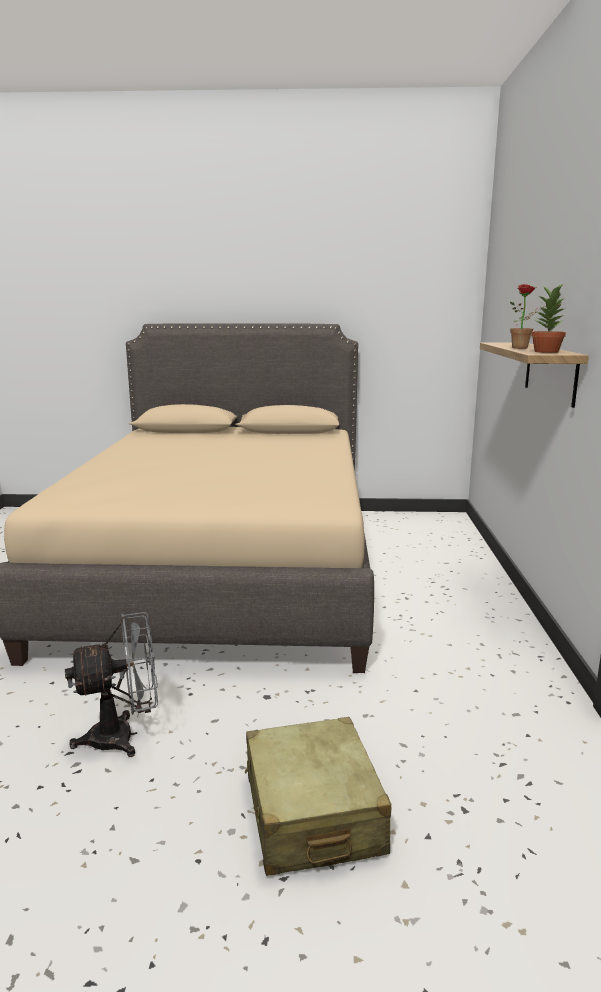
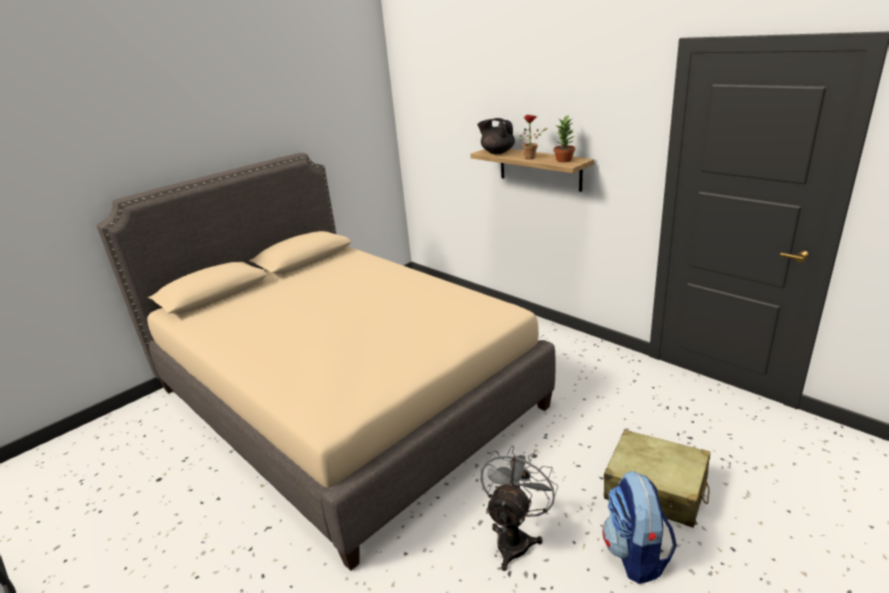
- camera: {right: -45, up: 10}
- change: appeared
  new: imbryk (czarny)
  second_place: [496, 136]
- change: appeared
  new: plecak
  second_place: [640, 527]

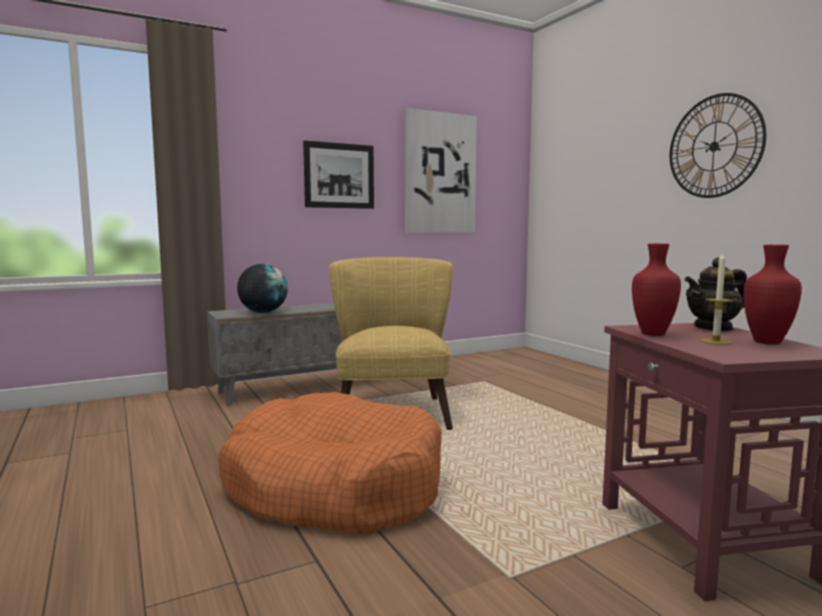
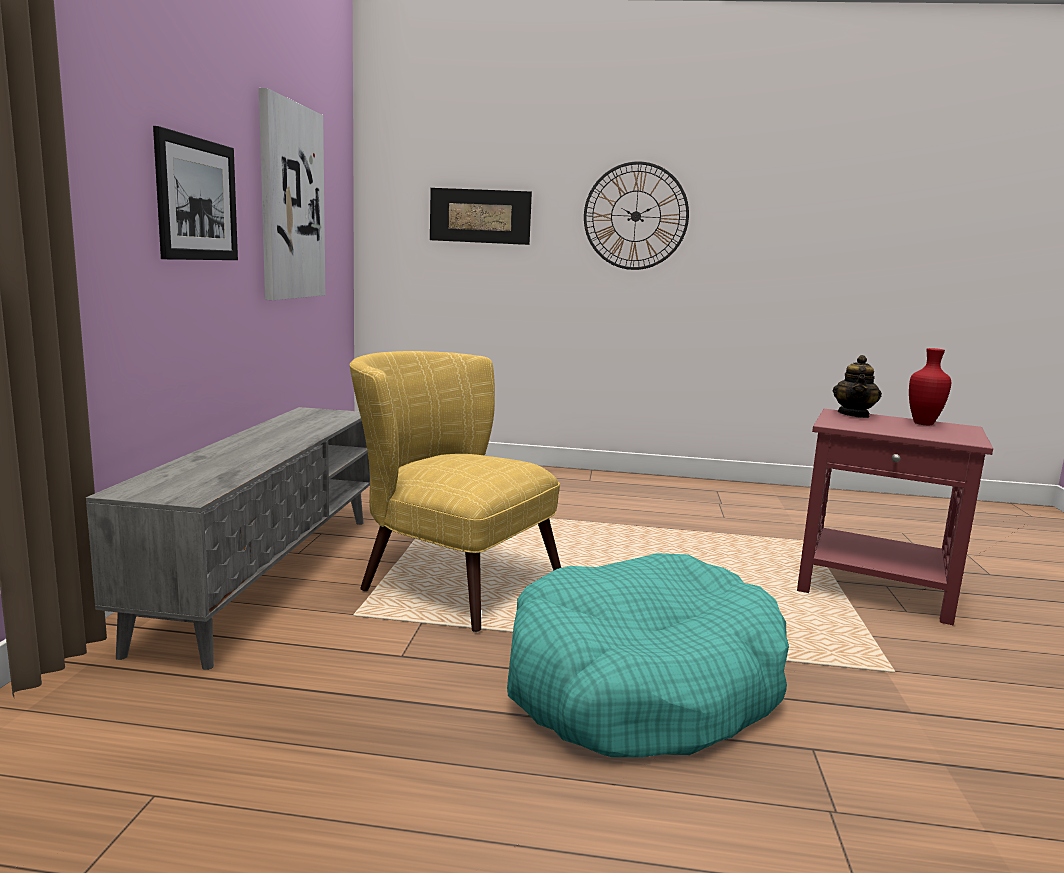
- camera: {right: -55, up: 5}
- change: colour
  old: legowisko (pomarańczowy)
  new: legowisko (turkusowy)
  first_place: [330, 463]
  second_place: [648, 655]
- change: missing
  old: globus
  first_place: [262, 288]
- change: missing
  old: wazon (czerwony)
  first_place: [656, 289]
- change: missing
  old: świeca
  first_place: [717, 299]
- change: appeared
  new: obraz
  second_place: [481, 216]

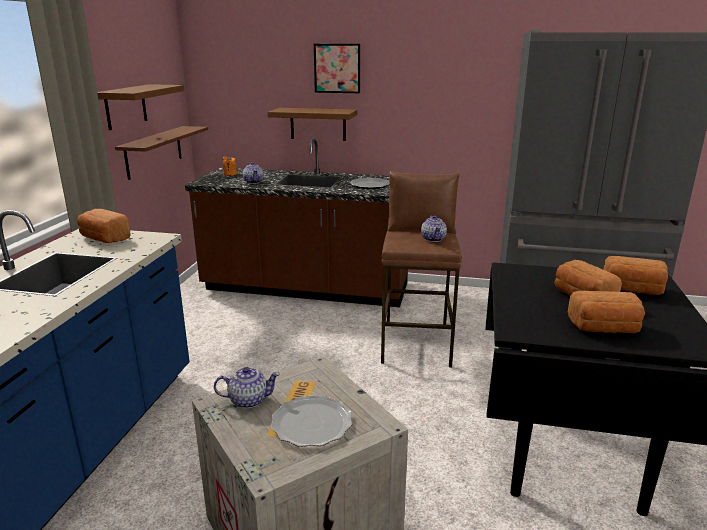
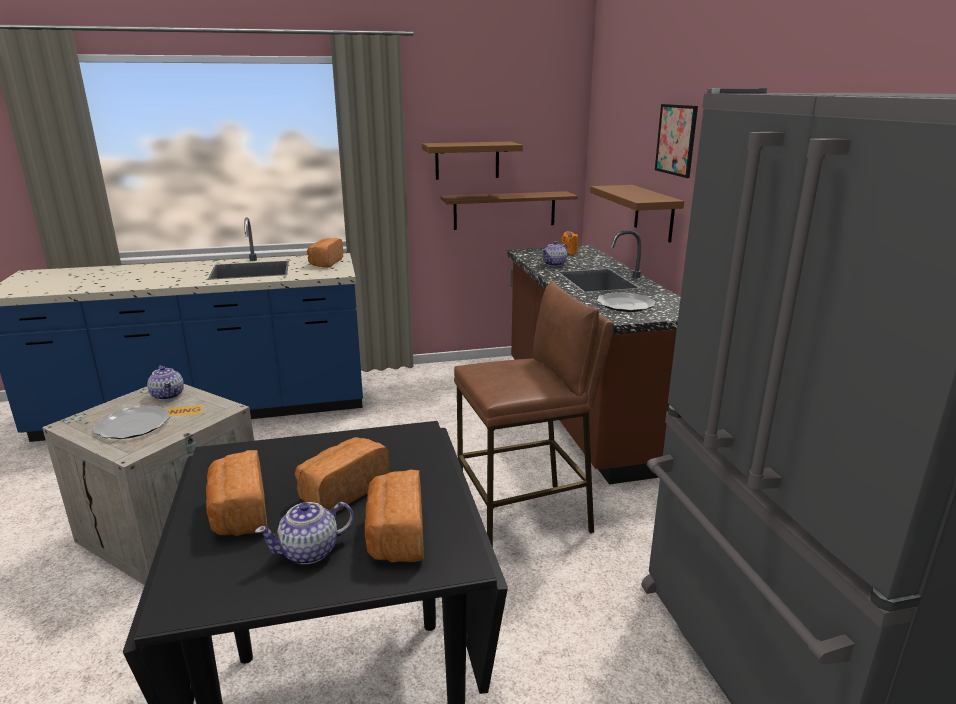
- camera: {right: 65, up: 0}
- change: relocated
  old: imbryk
  first_place: [434, 228]
  second_place: [304, 533]

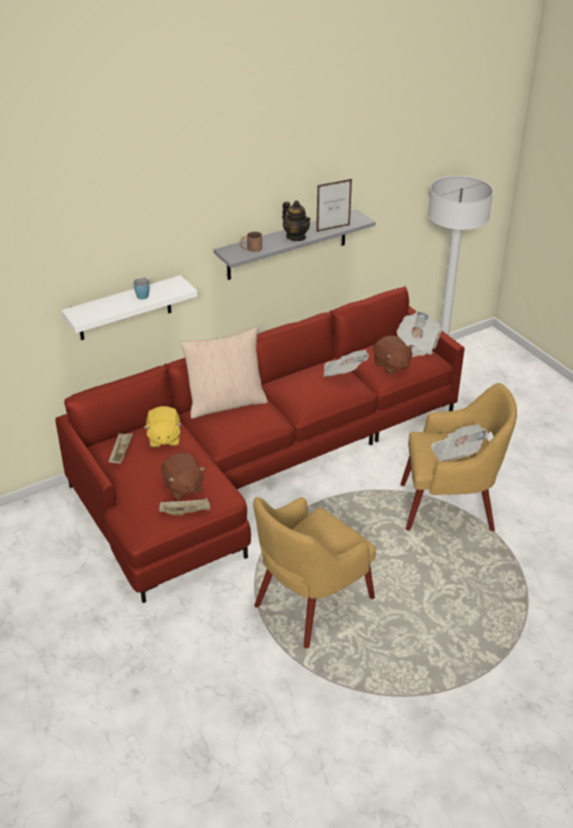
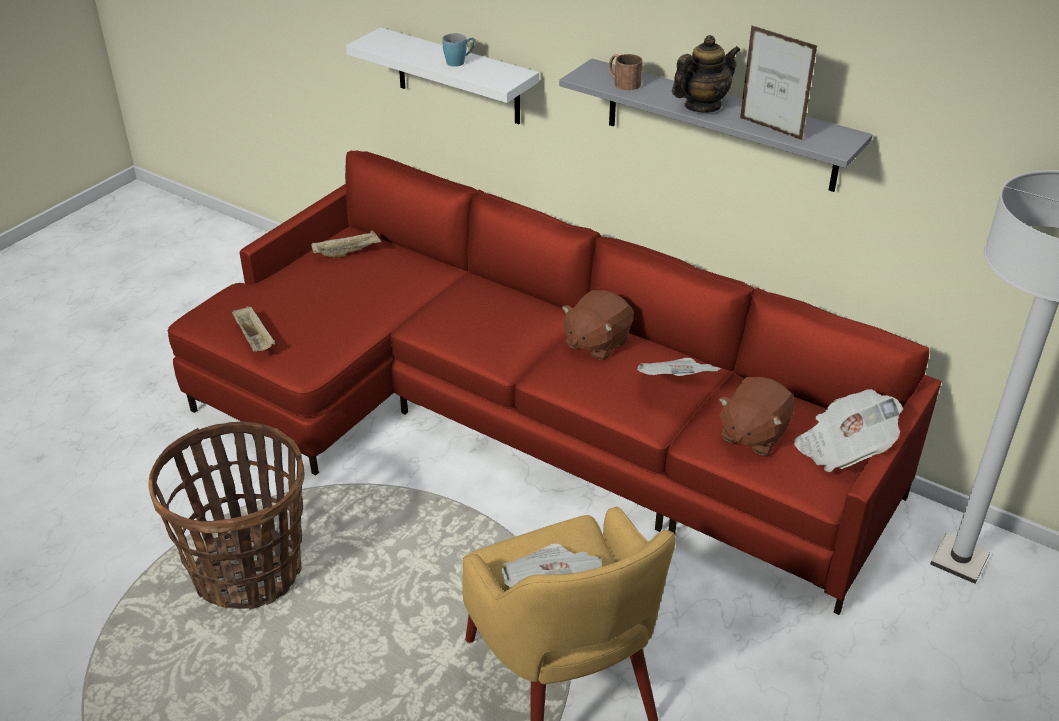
- camera: {right: 65, up: 0}
- change: missing
  old: pluszak (żółty)
  first_place: [163, 427]
- change: relocated
  old: pluszak (brązowy)
  first_place: [183, 476]
  second_place: [598, 325]
- change: missing
  old: poduszka (beżowy)
  first_place: [224, 373]
- change: exchanged
  old: fotel (żółty)
  new: koszyk
  first_place: [314, 573]
  second_place: [227, 516]
- change: spun
  old: imbryk
  first_place: [296, 221]
  second_place: [706, 73]
  degrees: -150

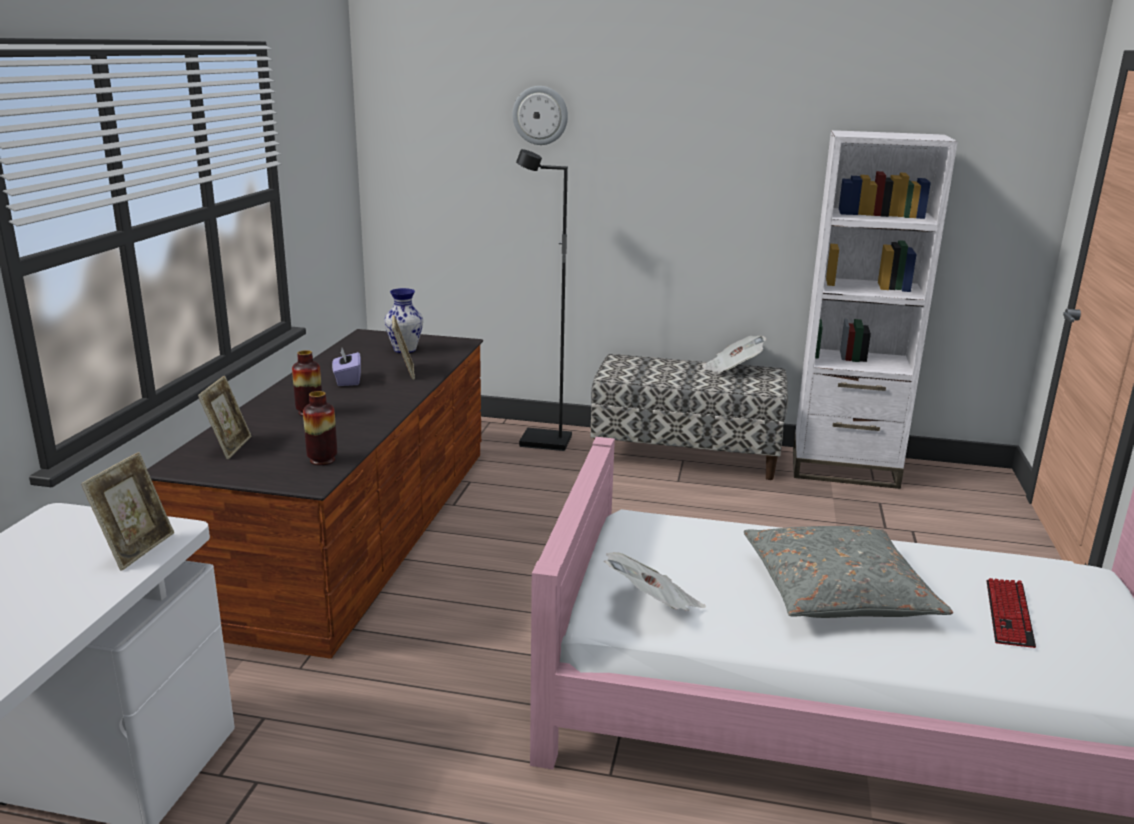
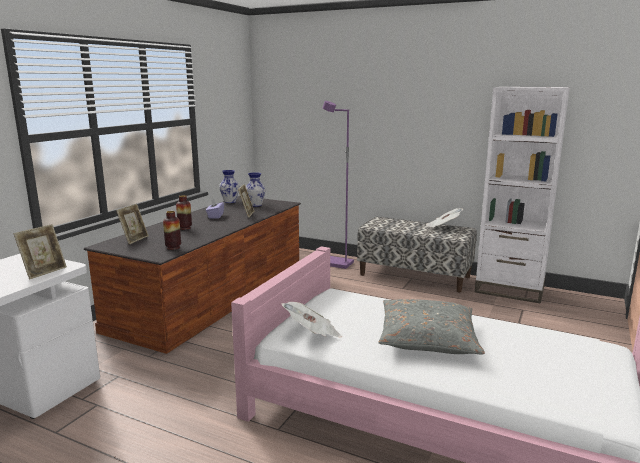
- camera: {right: 15, up: -5}
- change: missing
  old: zegar ścienny
  first_place: [540, 115]
- change: colour
  old: lampa stojąca (czarny)
  new: lampa stojąca (fioletowy)
  first_place: [544, 300]
  second_place: [338, 185]
- change: missing
  old: klawiatura
  first_place: [1011, 613]
- change: appeared
  new: wazon
  second_place: [229, 186]

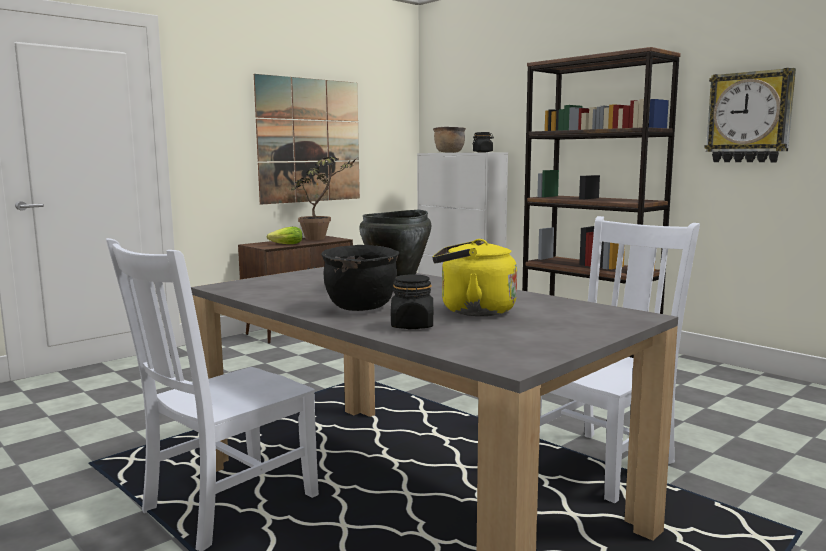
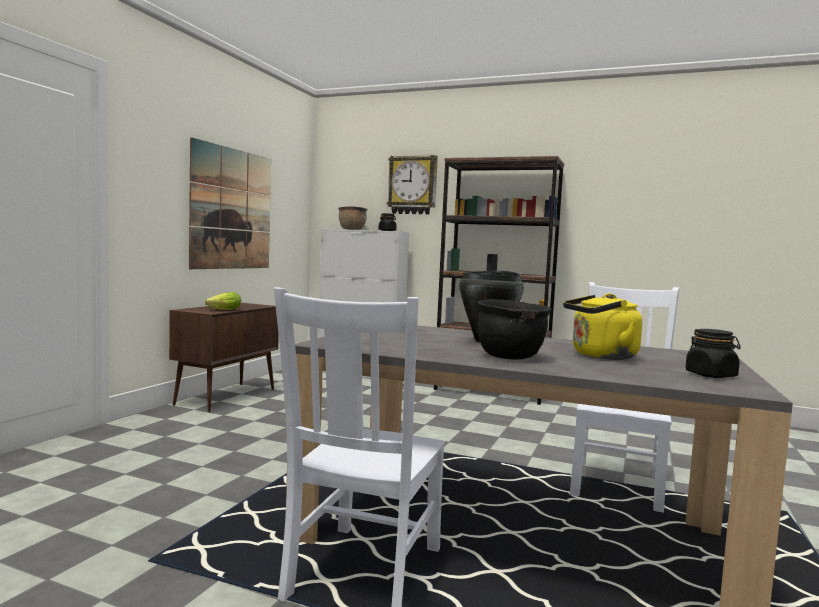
- camera: {right: -25, up: -5}
- change: missing
  old: roślina doniczkowa
  first_place: [324, 198]
- change: relocated
  old: słoik (czarny)
  first_place: [412, 301]
  second_place: [713, 353]
- change: relocated
  old: zegar ścienny
  first_place: [750, 115]
  second_place: [412, 185]

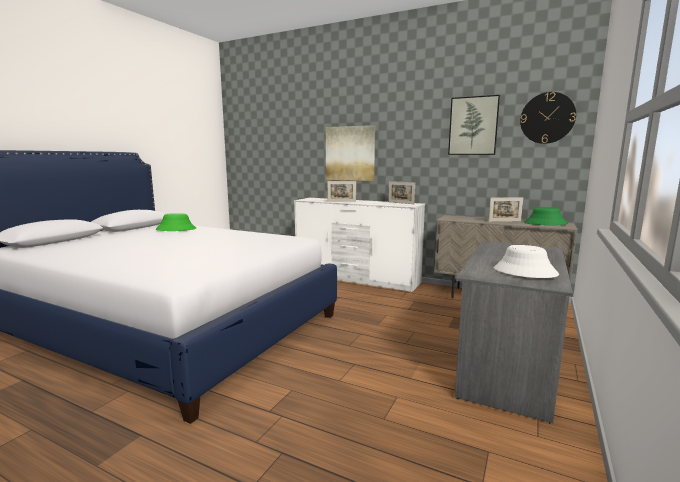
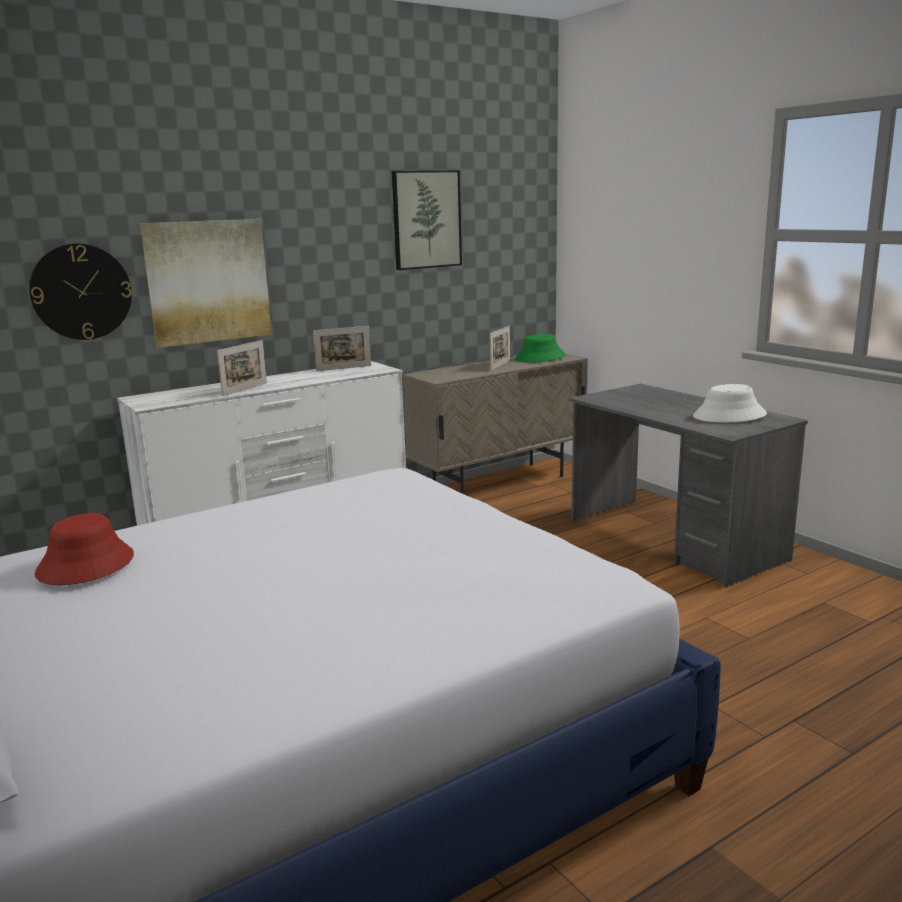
- camera: {right: -60, up: 5}
- change: colour
  old: kapelusz (zielony)
  new: kapelusz (czerwony)
  first_place: [176, 222]
  second_place: [84, 549]
- change: relocated
  old: zegar ścienny
  first_place: [548, 118]
  second_place: [80, 292]

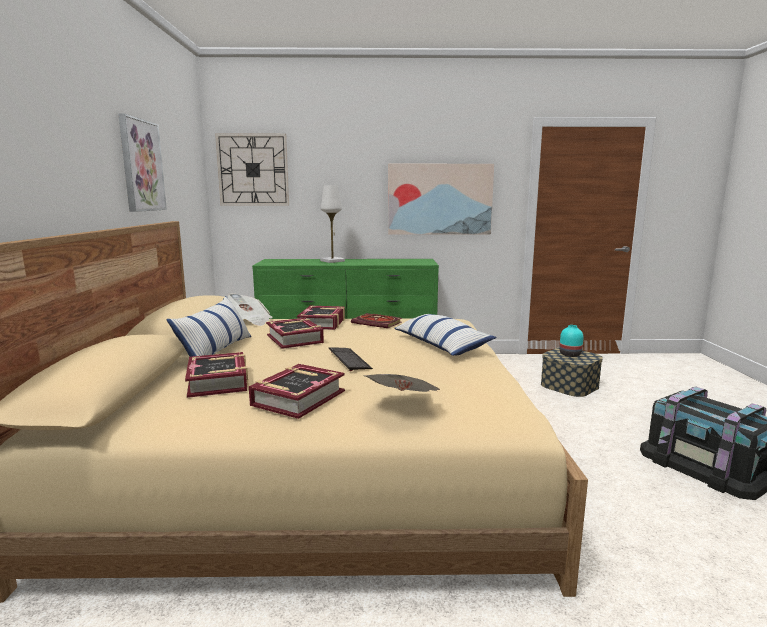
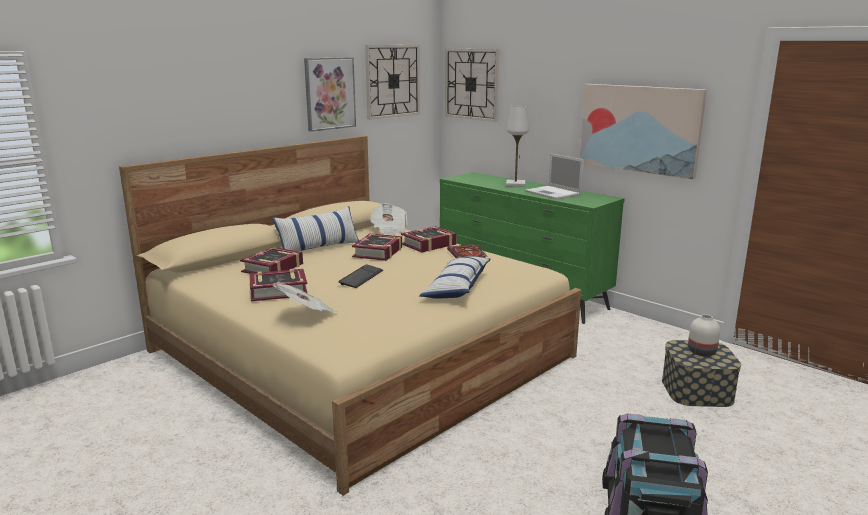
- camera: {right: 45, up: 5}
- change: colour
  old: wazon (turkusowy)
  new: wazon (biały)
  first_place: [571, 341]
  second_place: [704, 335]
- change: appeared
  new: zegar ścienny
  second_place: [392, 82]
- change: appeared
  new: laptop
  second_place: [554, 176]

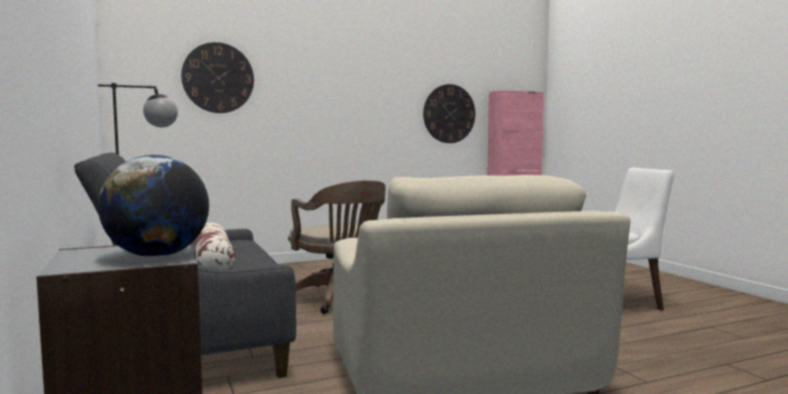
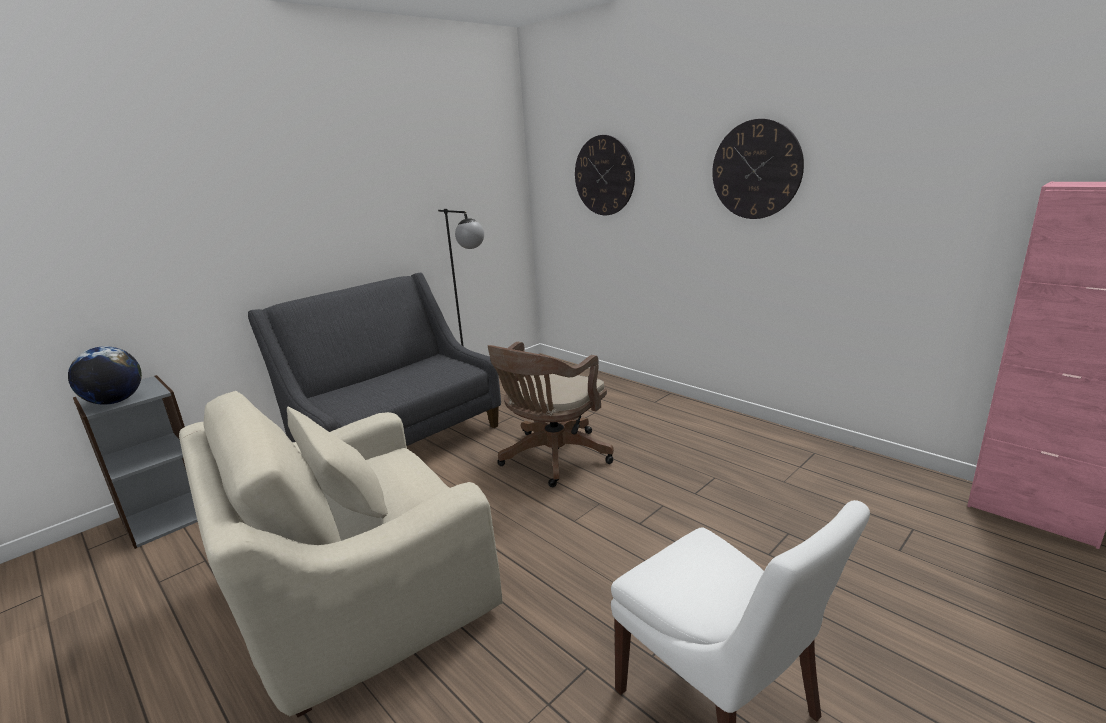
- camera: {right: 70, up: 15}
- change: missing
  old: poduszka
  first_place: [214, 246]
- change: relocated
  old: zegar ścienny
  first_place: [449, 113]
  second_place: [758, 169]

